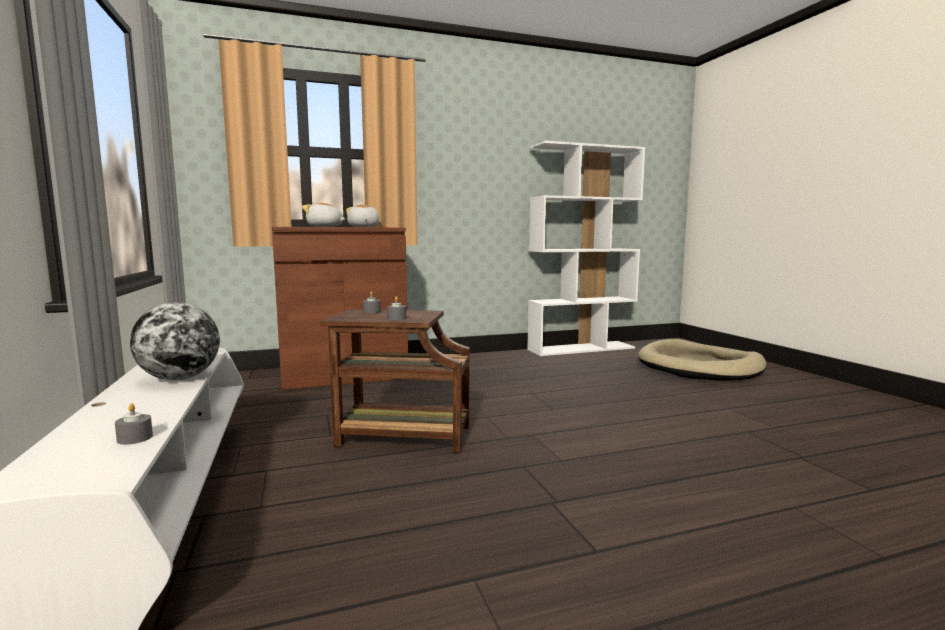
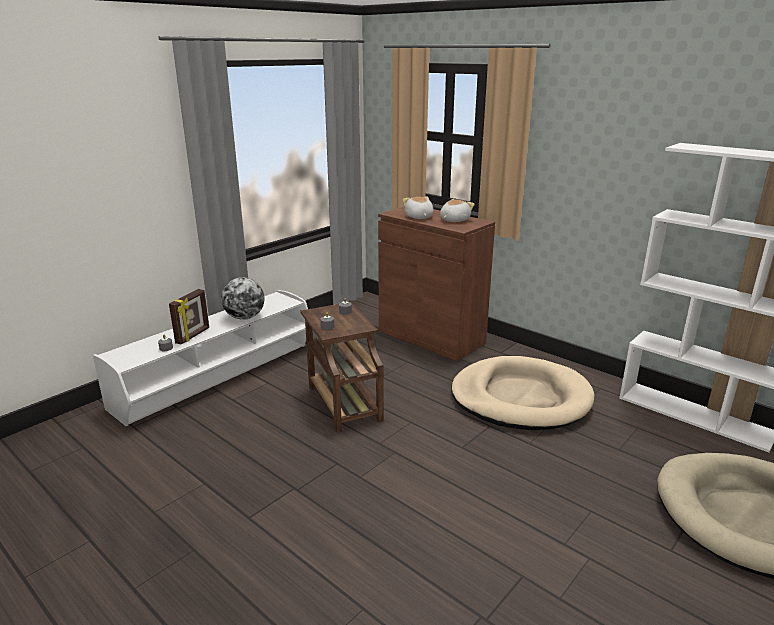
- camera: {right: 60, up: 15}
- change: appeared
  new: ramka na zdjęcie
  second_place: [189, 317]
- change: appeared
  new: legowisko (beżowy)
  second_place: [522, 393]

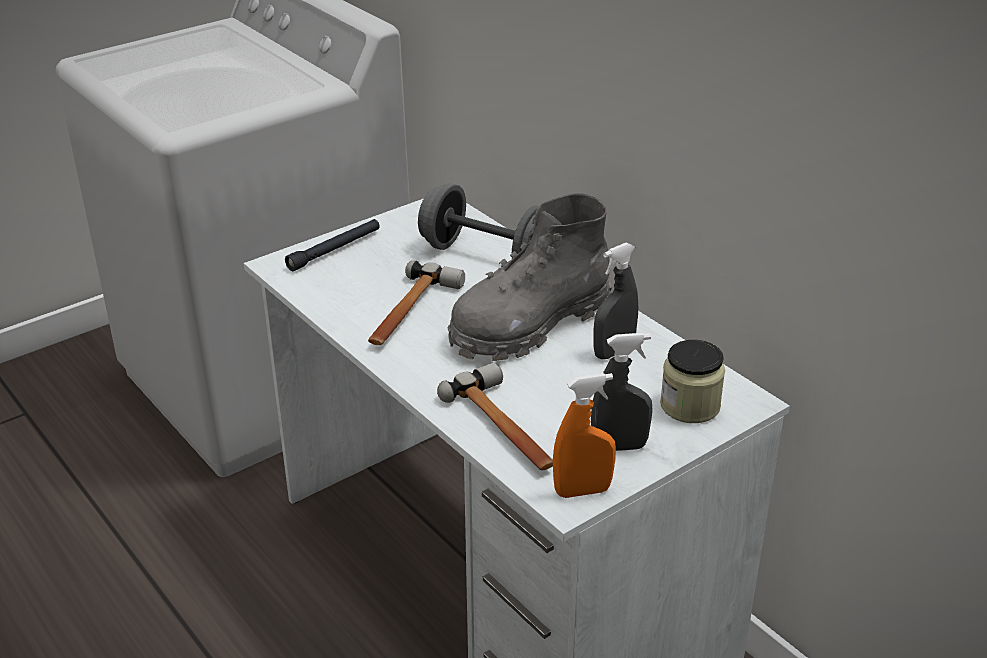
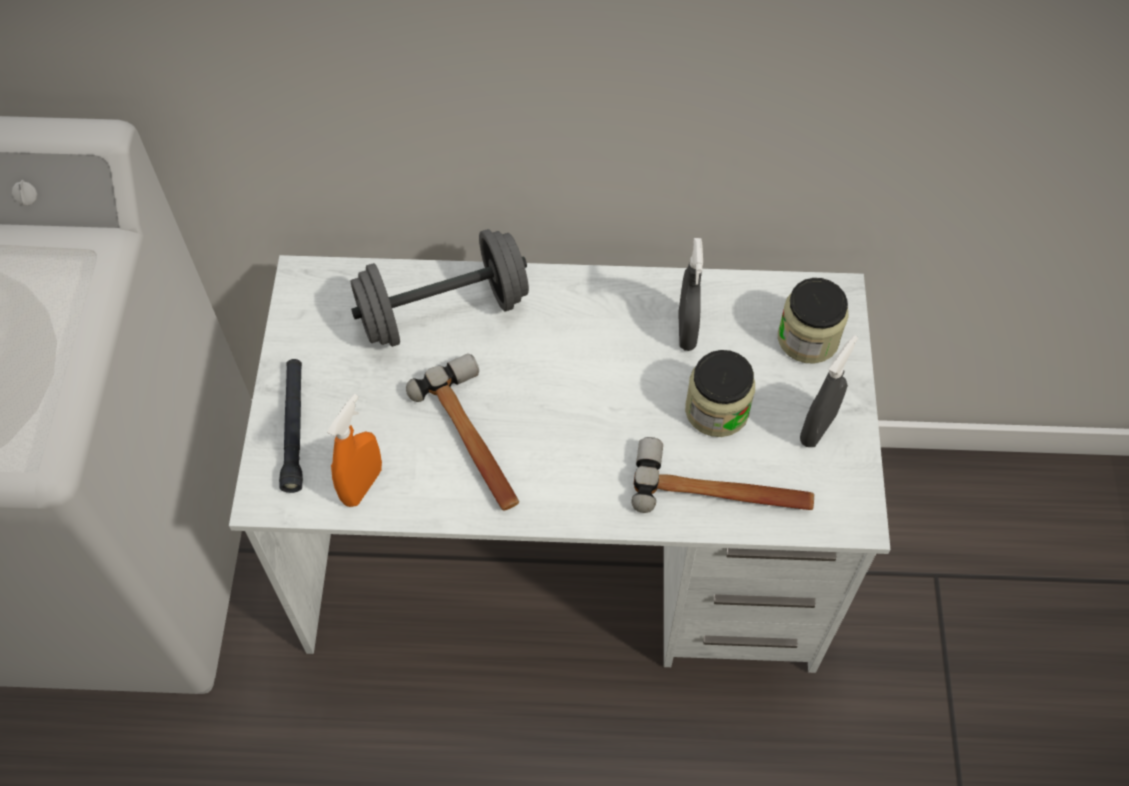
- camera: {right: -50, up: 25}
- change: missing
  old: but z cholewką (szary)
  first_place: [530, 277]
- change: relocated
  old: spryskiwacz (pomarańczowy)
  first_place: [584, 435]
  second_place: [354, 450]
- change: appeared
  new: słoik
  second_place: [720, 393]

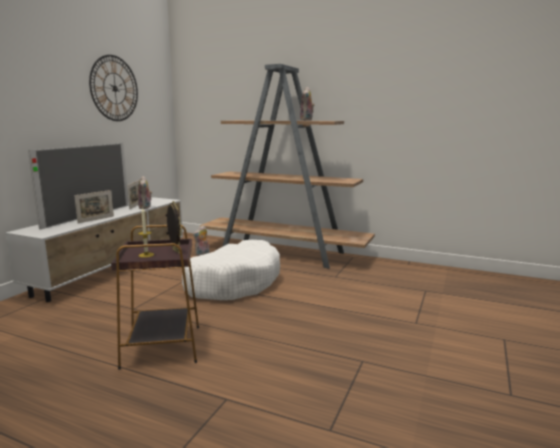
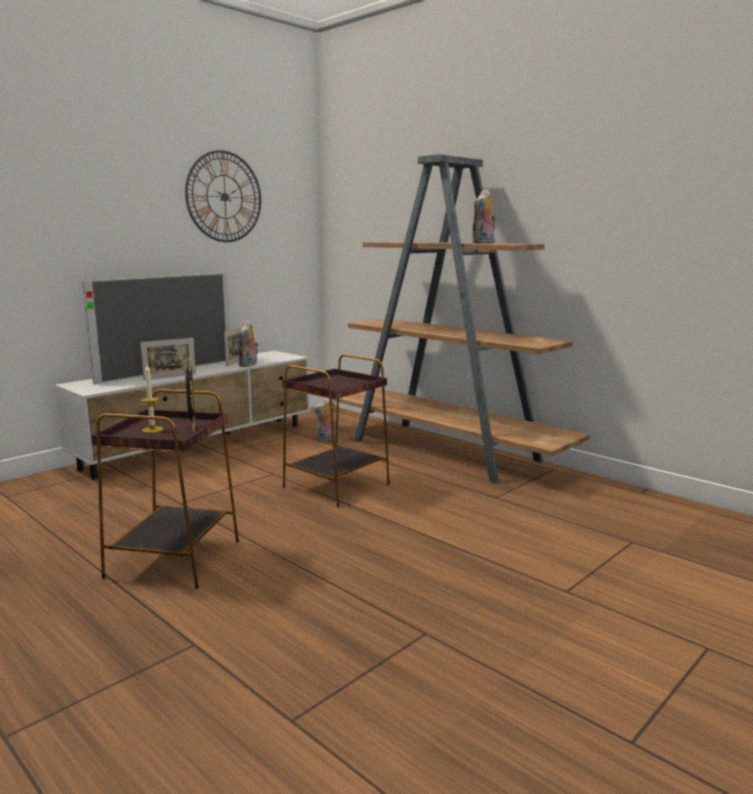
- camera: {right: 20, up: 0}
- change: exchanged
  old: legowisko (biały)
  new: stolik (brązowy)
  first_place: [231, 270]
  second_place: [336, 430]

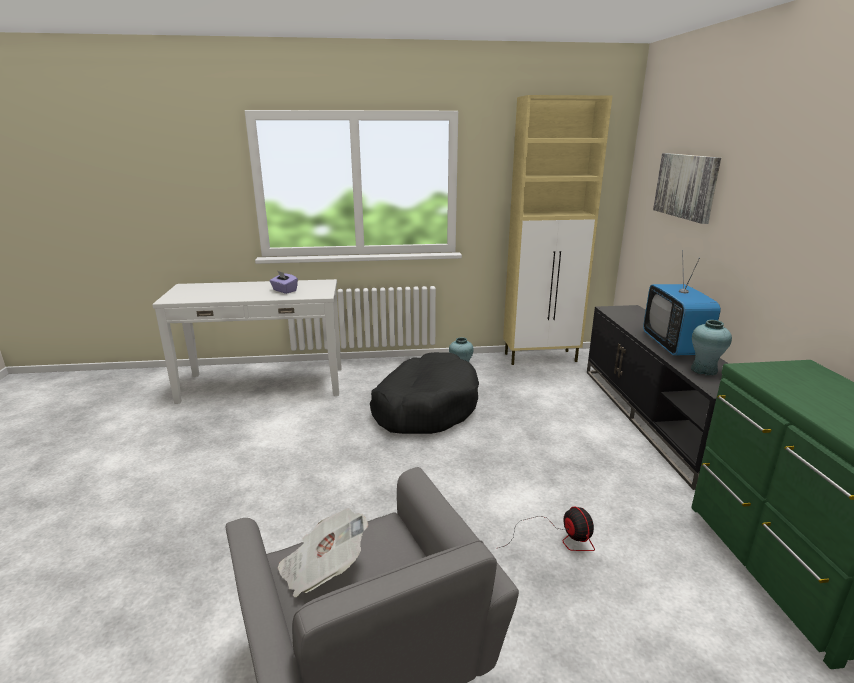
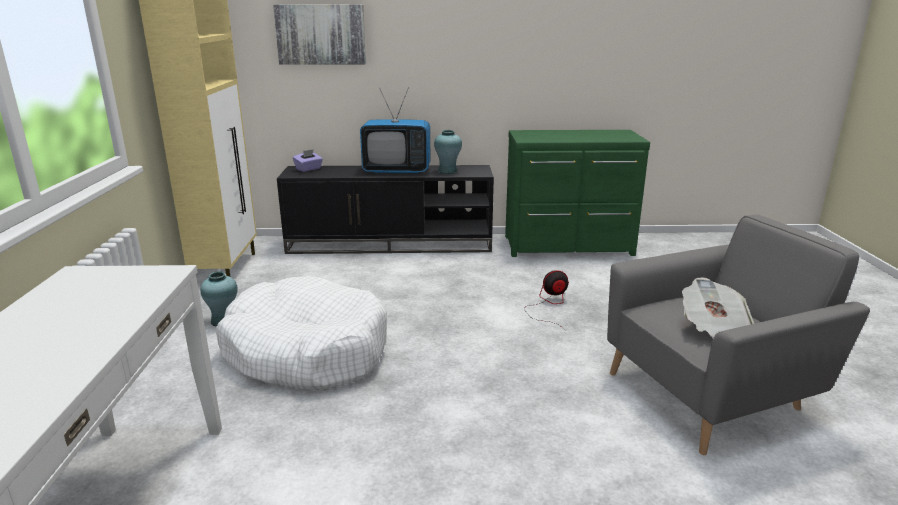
- camera: {right: -85, up: 0}
- change: relocated
  old: pudełko chusteczek (fioletowy)
  first_place: [284, 282]
  second_place: [308, 160]
- change: colour
  old: legowisko (czarny)
  new: legowisko (biały)
  first_place: [424, 393]
  second_place: [301, 333]

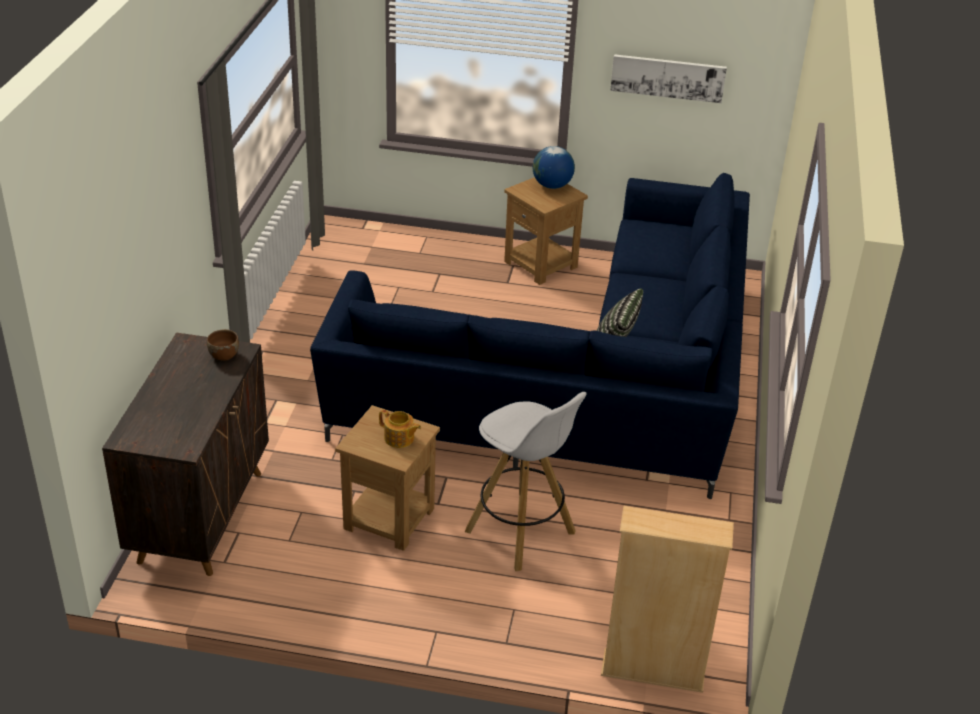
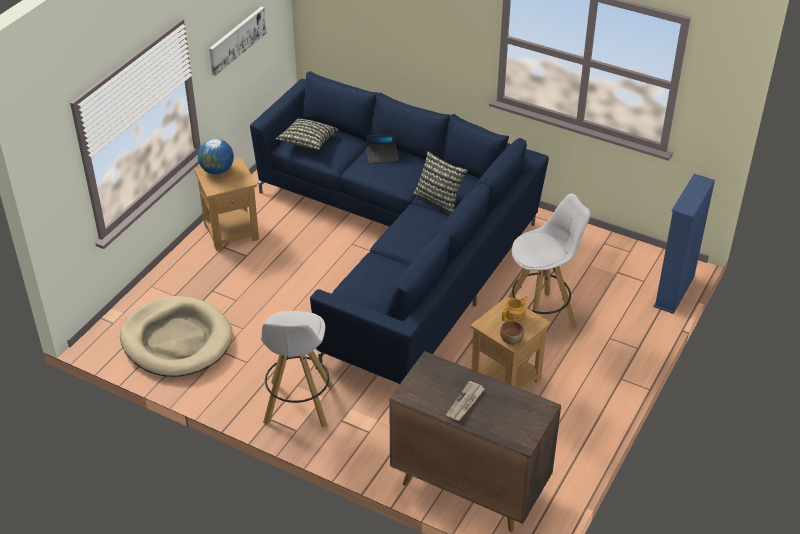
- camera: {right: -70, up: 5}
- change: relocated
  old: miska (brązowy)
  first_place: [223, 345]
  second_place: [512, 333]
- change: colour
  old: regał (beżowy)
  new: regał (niebieski)
  first_place: [667, 599]
  second_place: [684, 244]
- change: appeared
  new: legowisko (beżowy)
  second_place: [176, 336]
- change: appeared
  new: stołek (biały)
  second_place: [297, 369]
- change: appeared
  new: poduszka
  second_place: [307, 134]
- change: appeared
  new: laptop
  second_place: [382, 148]
- change: appeared
  new: gazeta
  second_place: [465, 401]

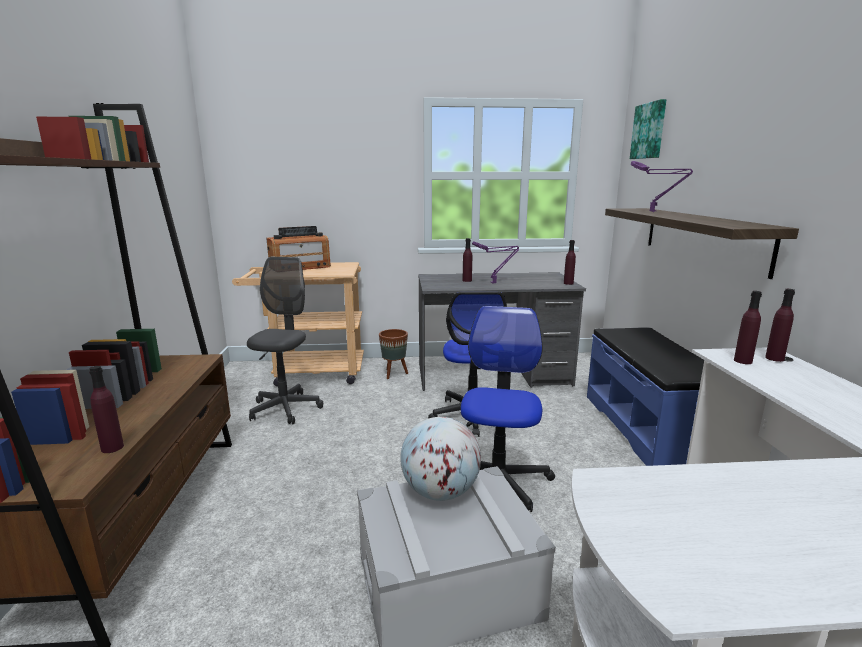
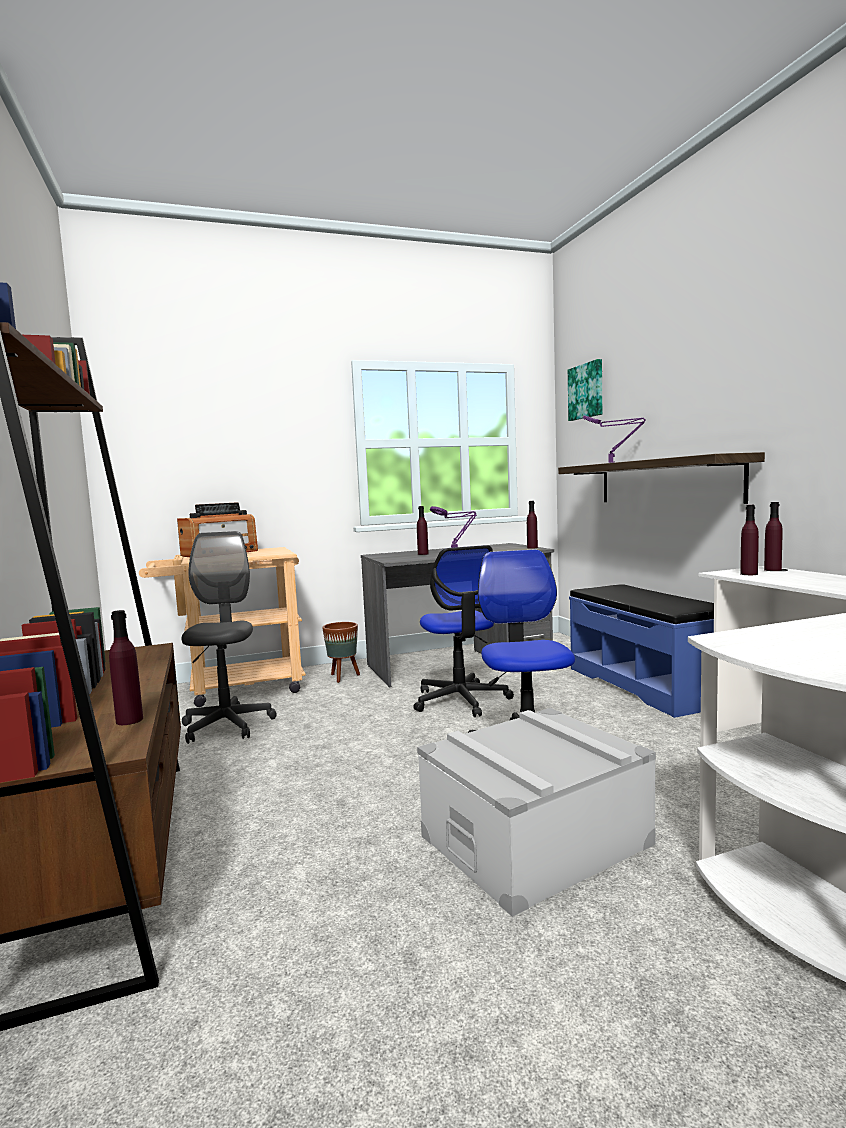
- camera: {right: -15, up: -10}
- change: missing
  old: globus
  first_place: [440, 459]

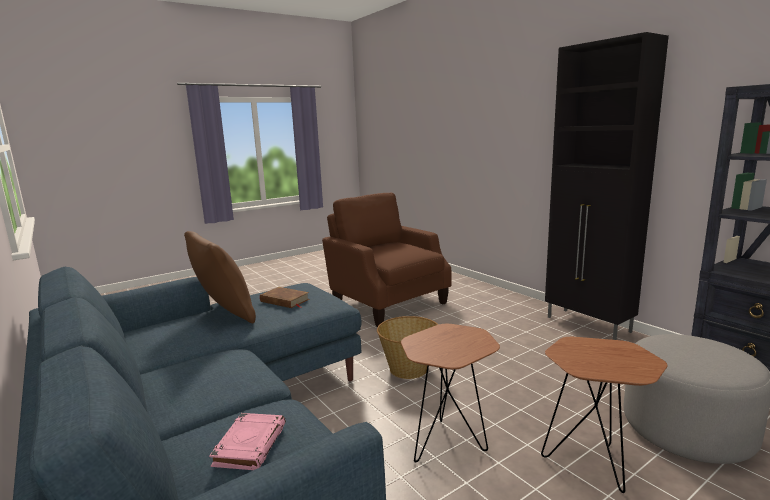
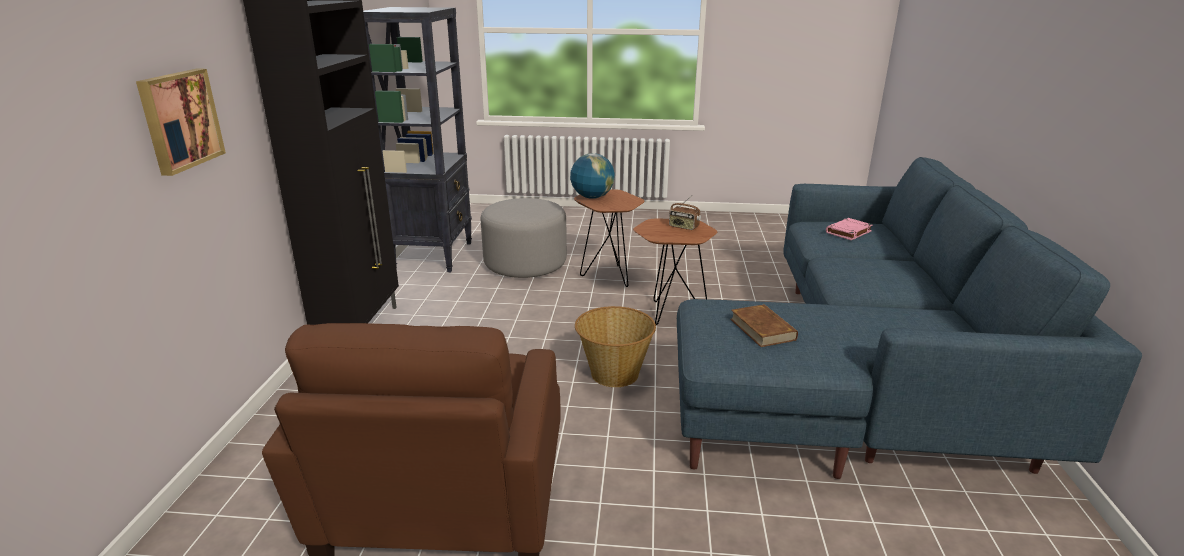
- camera: {right: -140, up: 10}
- change: missing
  old: poduszka (brązowy)
  first_place: [220, 277]
- change: appeared
  new: obraz
  second_place: [181, 122]
- change: appeared
  new: globus
  second_place: [592, 176]
- change: appeared
  new: radio
  second_place: [685, 213]

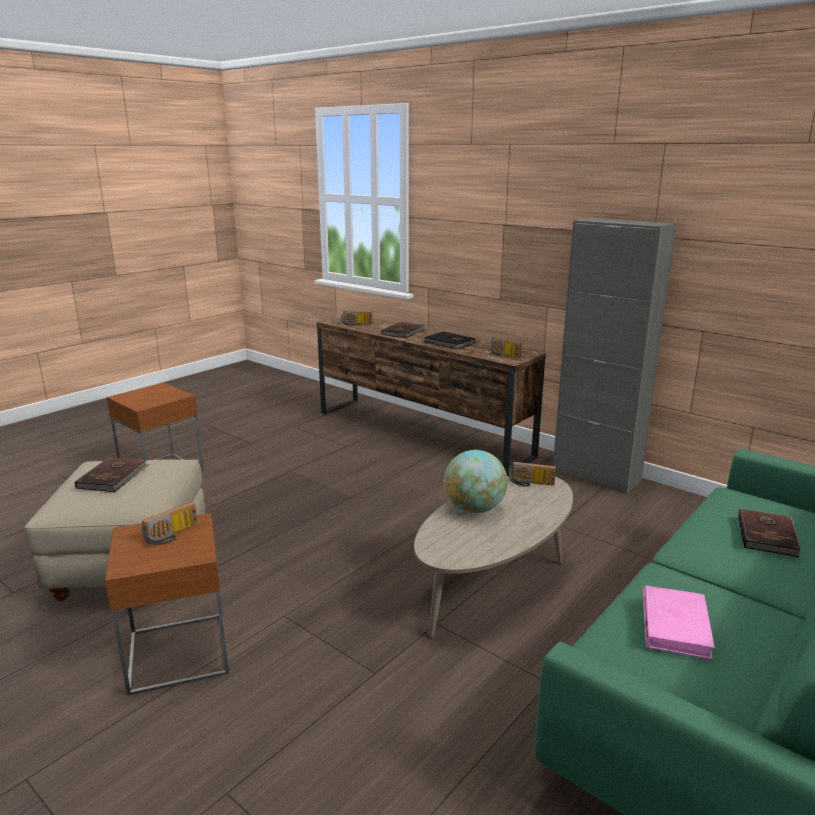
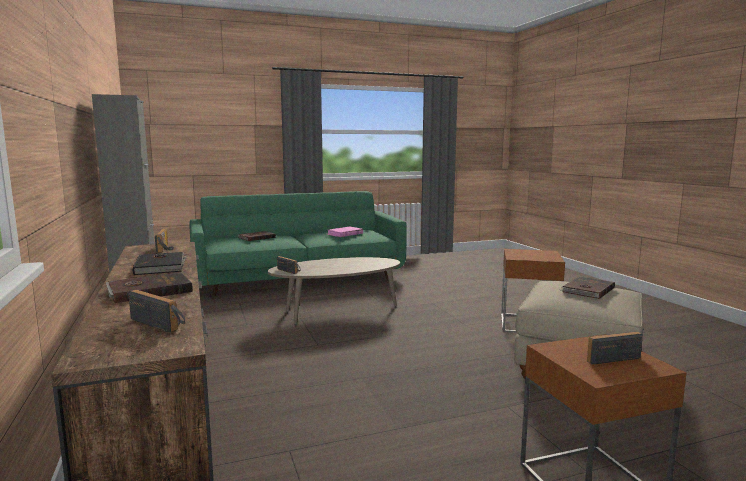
- camera: {right: -150, up: -10}
- change: relocated
  old: radio
  first_place: [169, 523]
  second_place: [615, 348]
- change: missing
  old: globus
  first_place: [475, 481]

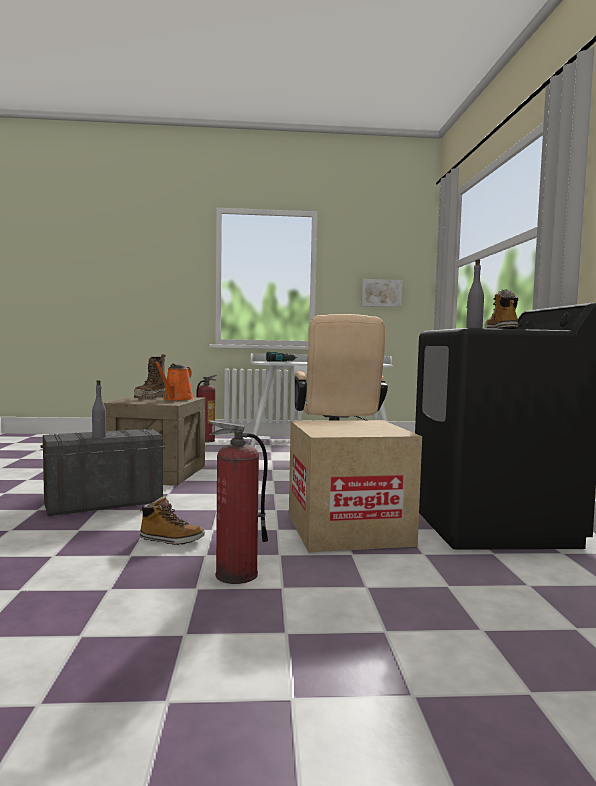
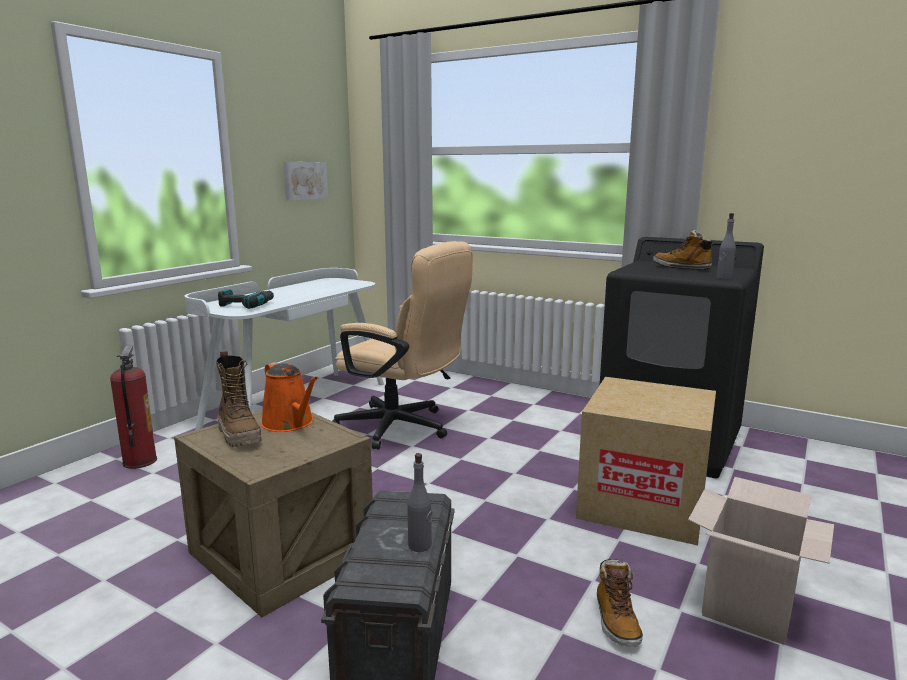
- camera: {right: -55, up: 10}
- change: spun
  old: but z cholewką
  first_place: [172, 520]
  second_place: [620, 603]
  degrees: 135
- change: exchanged
  old: gaśnica
  new: karton
  first_place: [238, 502]
  second_place: [761, 561]

